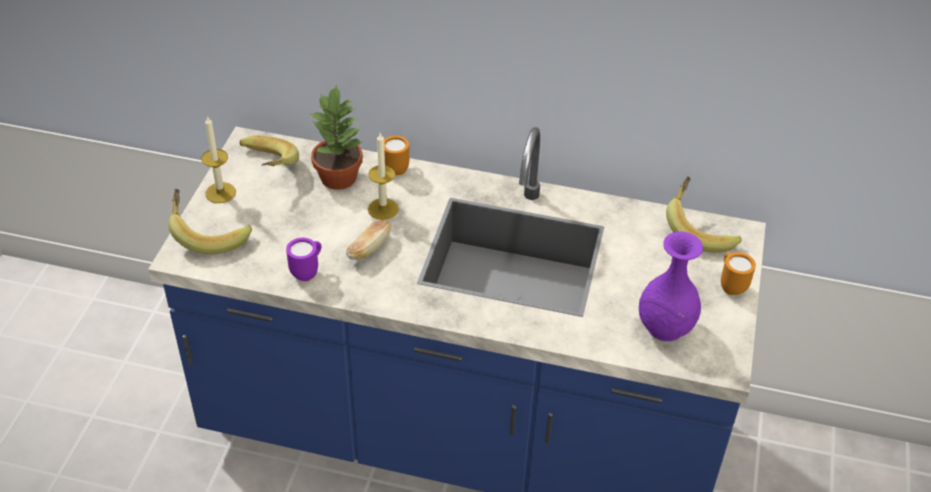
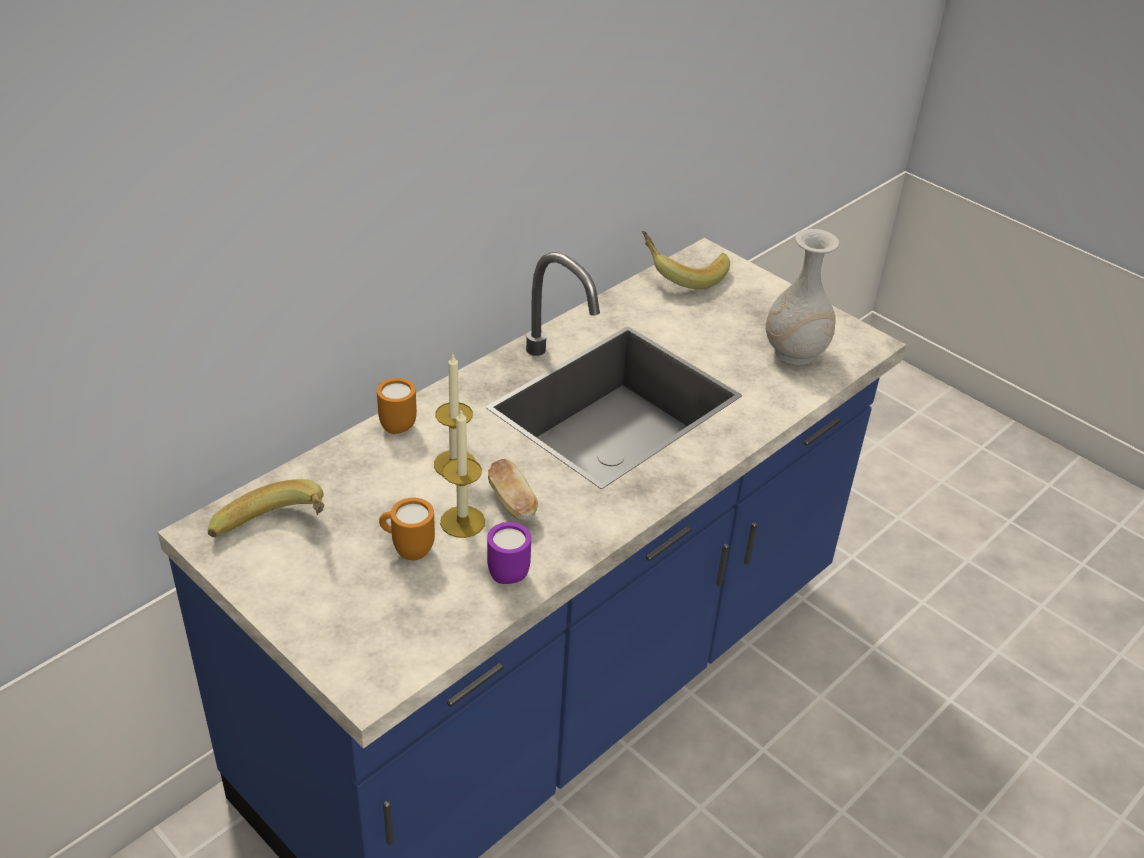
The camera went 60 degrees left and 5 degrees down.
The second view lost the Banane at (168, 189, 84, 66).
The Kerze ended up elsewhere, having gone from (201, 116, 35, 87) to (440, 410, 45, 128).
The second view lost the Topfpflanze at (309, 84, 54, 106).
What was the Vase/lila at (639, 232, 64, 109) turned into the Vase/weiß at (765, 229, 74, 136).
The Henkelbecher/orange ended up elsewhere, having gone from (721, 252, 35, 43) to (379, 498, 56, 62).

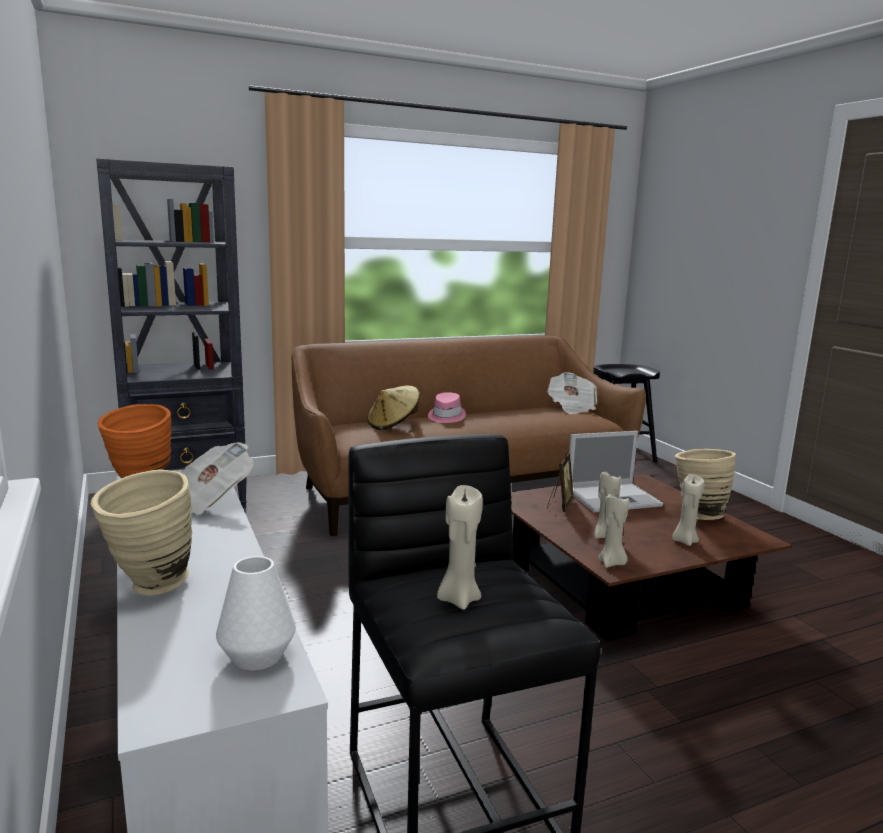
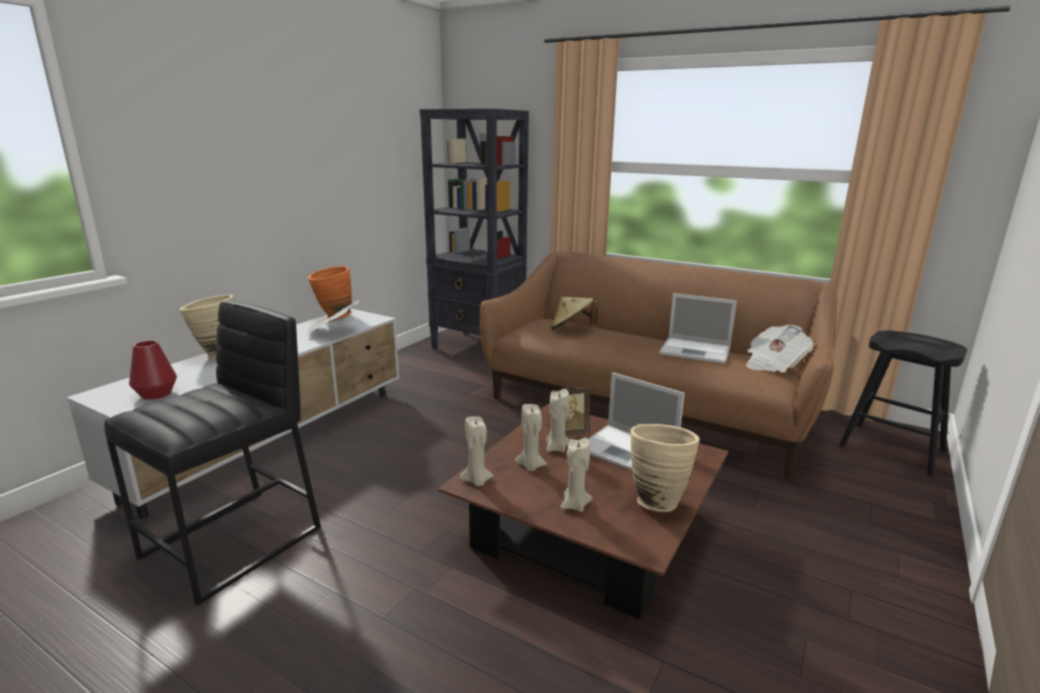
The camera went 55 degrees right and 5 degrees up.
What was the Vase/weiß at (216, 556, 80, 115) turned into the Vase/rot at (129, 340, 48, 60).
The second view lost the Hut/rosa at (428, 393, 38, 30).
The Kerze/beige ended up elsewhere, having gone from (437, 485, 46, 125) to (546, 389, 24, 63).
The second view gained the Laptop at (659, 293, 78, 71).

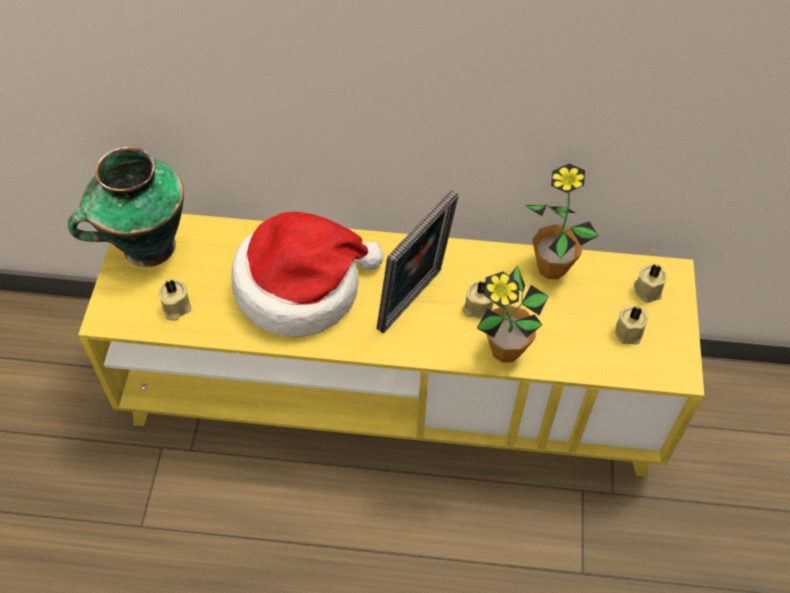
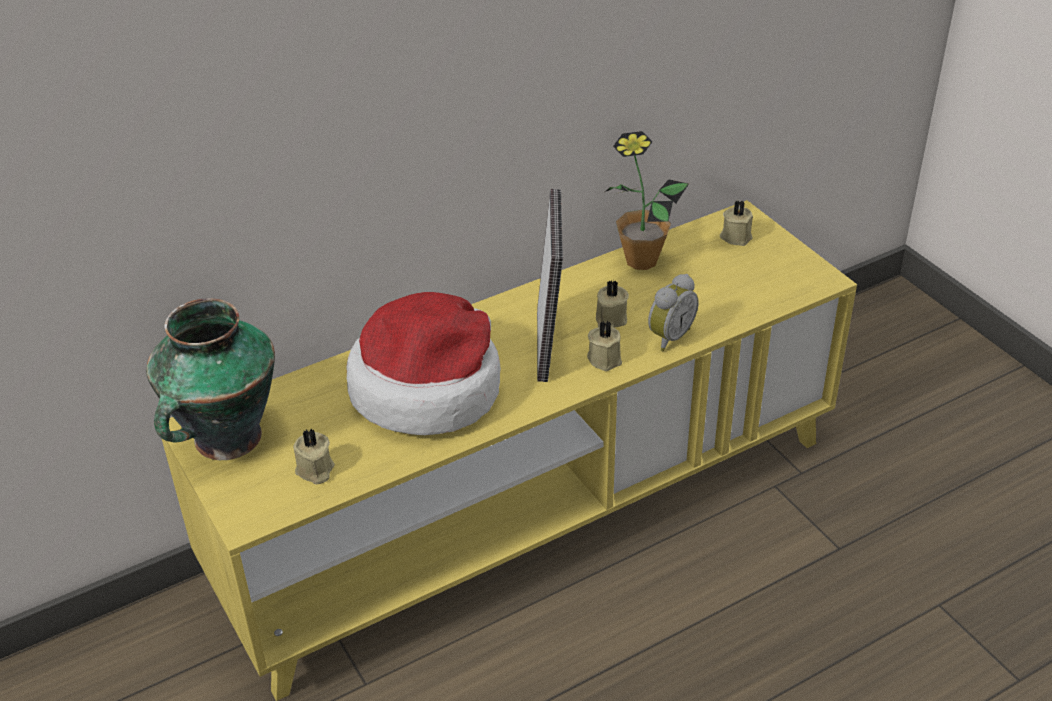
The camera went 35 degrees left and 15 degrees down.
Where the Topfpflanze stood at (477, 265, 72, 98), the Wecker came to stand at (648, 274, 50, 77).
The Kerze/beige ended up elsewhere, having gone from (615, 306, 33, 39) to (587, 321, 35, 50).

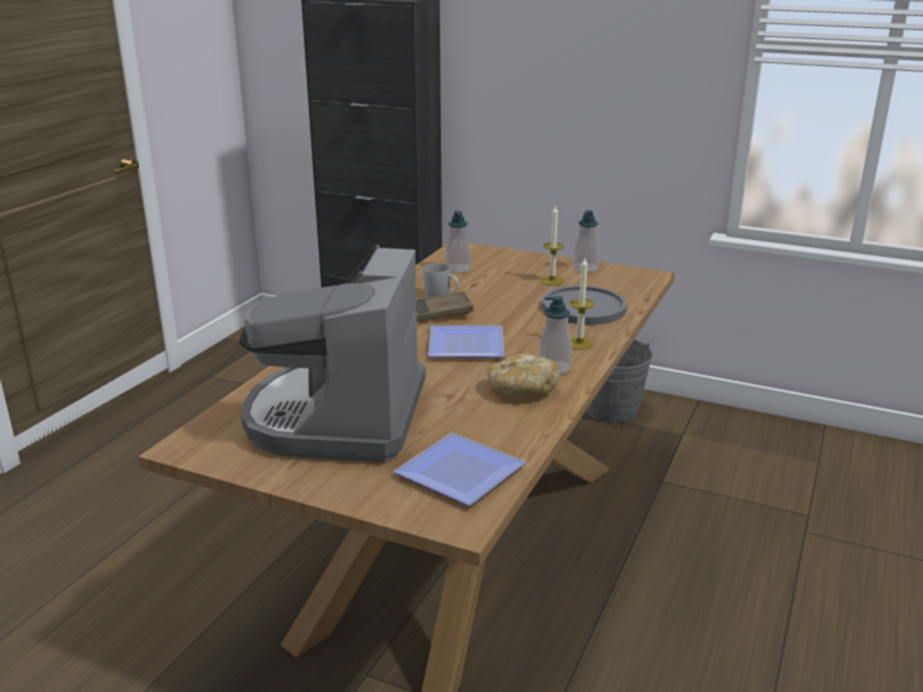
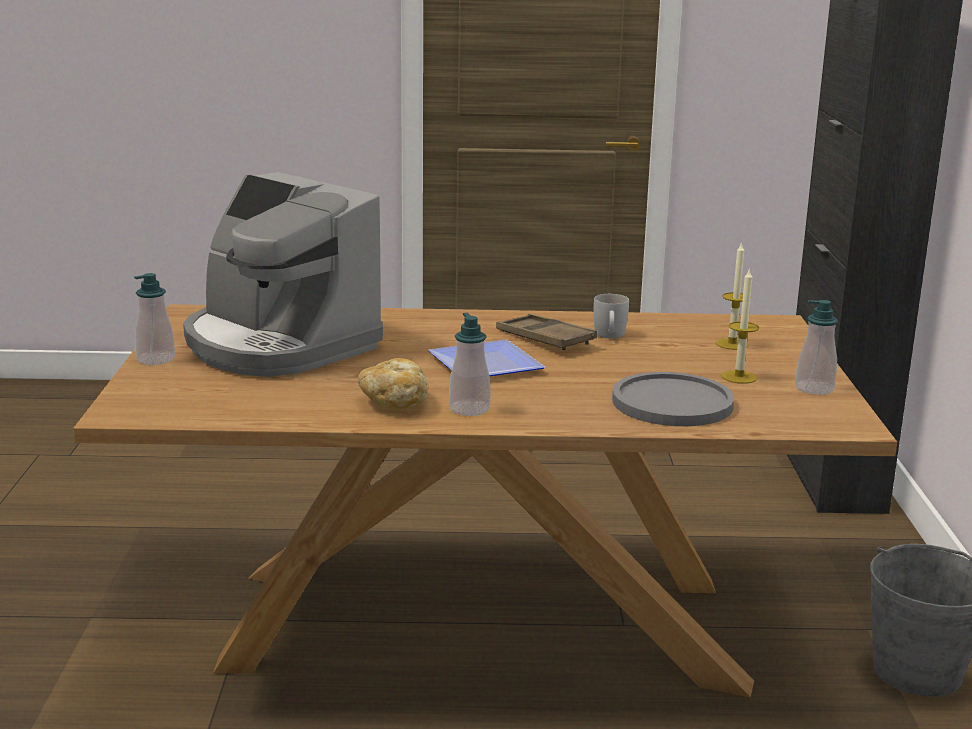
The camera went 65 degrees right and 5 degrees down.
The Kaffeemaschine at (239, 245, 187, 217) ended up facing another way, 120 degrees counterclockwise from before.
The second view lost the Teller at (393, 433, 133, 73).
The Seifenspender ended up elsewhere, having gone from (445, 211, 26, 62) to (134, 273, 41, 92).
The Kerze ended up elsewhere, having gone from (570, 258, 24, 92) to (716, 242, 35, 108).

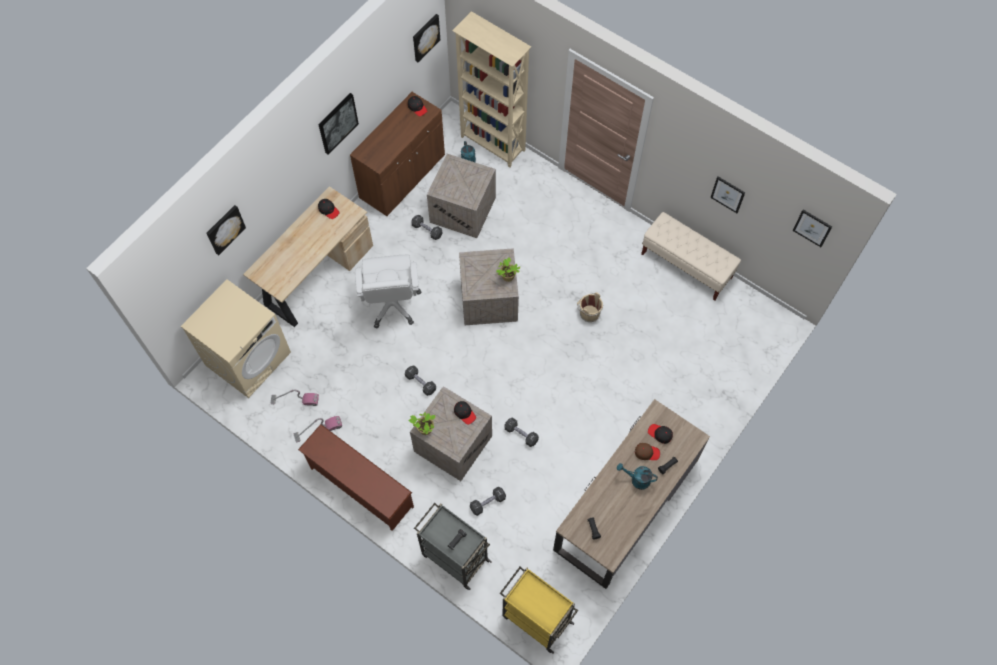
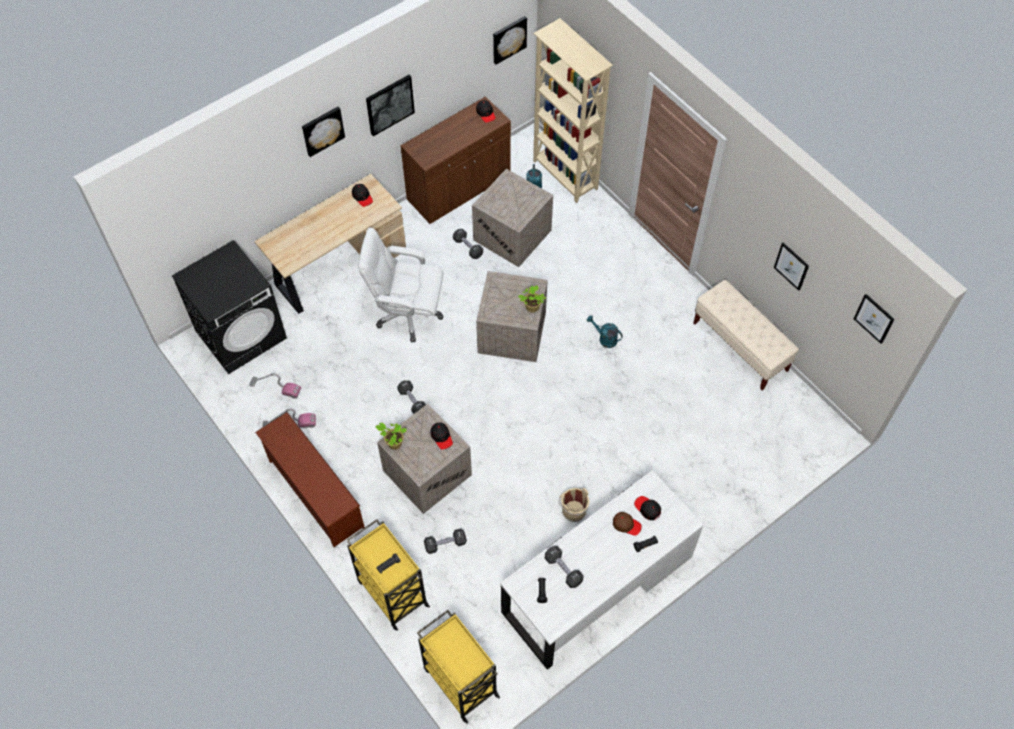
The camera went 15 degrees right and 5 degrees down.
What was the Waschmaschine/beige at (181, 279, 110, 119) turned into the Waschmaschine/schwarz at (172, 240, 115, 134).
The Bild ended up elsewhere, having gone from (206, 205, 40, 50) to (302, 107, 43, 50).
The Bürostuhl/weiß at (355, 254, 66, 74) ended up facing another way, 90 degrees clockwise from before.
What was the Rollwagen/grau at (414, 503, 78, 87) turned into the Rollwagen/gelb at (347, 519, 83, 112).
The Hantel/schwarz ended up elsewhere, having gone from (504, 418, 35, 29) to (545, 546, 39, 42).
What was the Schreibtisch/braun at (553, 399, 157, 190) turned into the Schreibtisch/weiß at (500, 470, 203, 200).
The Eimer/beige ended up elsewhere, having gone from (577, 292, 26, 30) to (558, 488, 32, 34).
The Gießkanne/türkis ended up elsewhere, having gone from (617, 463, 41, 27) to (586, 315, 37, 33).

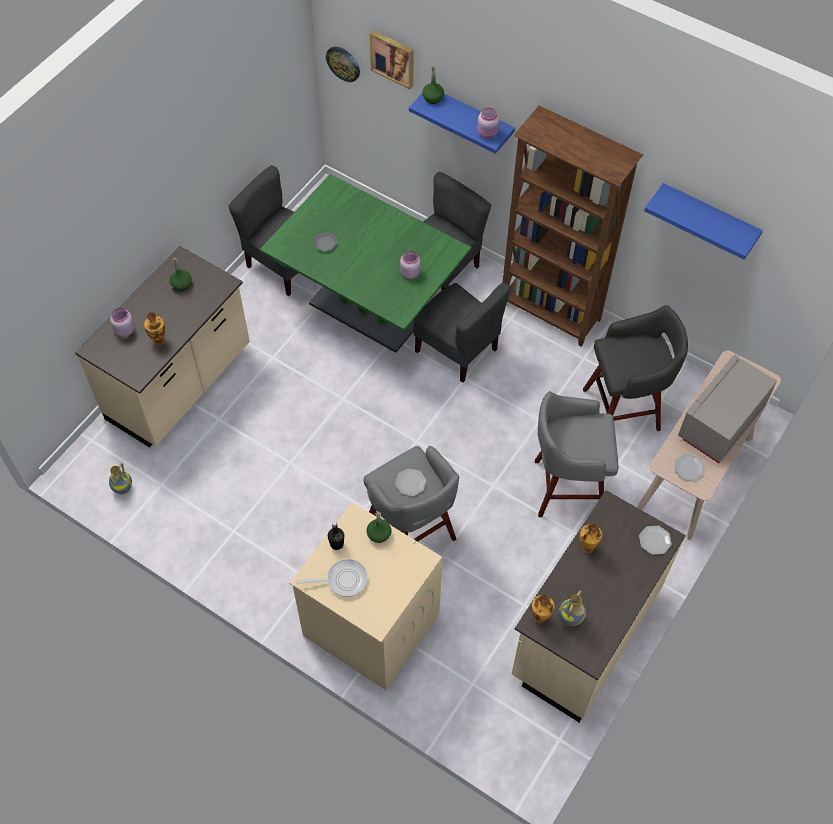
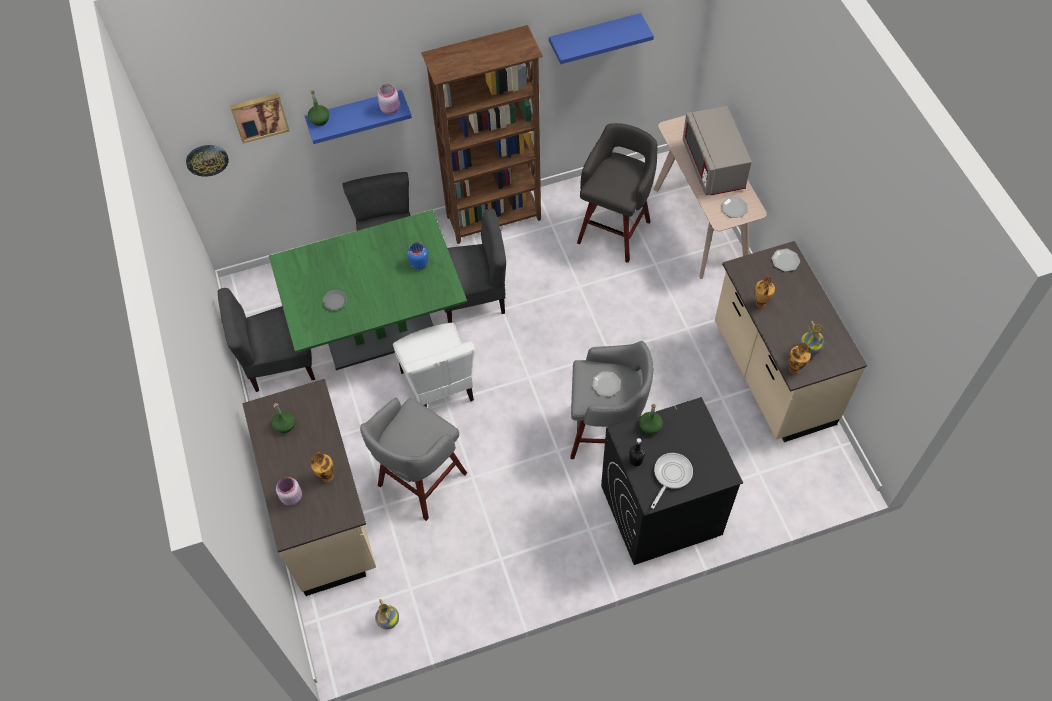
The camera went 50 degrees left and 0 degrees up.
What was the Waschmaschine/beige at (289, 502, 154, 188) turned into the Waschmaschine/schwarz at (601, 397, 142, 168).
What was the Vorratsglas/rosa at (400, 251, 20, 28) turned into the Vorratsglas/blau at (407, 242, 21, 27).
The Hocker/grau ended up elsewhere, having gone from (535, 391, 84, 126) to (360, 398, 107, 123).
The second view gained the Stuhl/weiß at (393, 323, 82, 84).

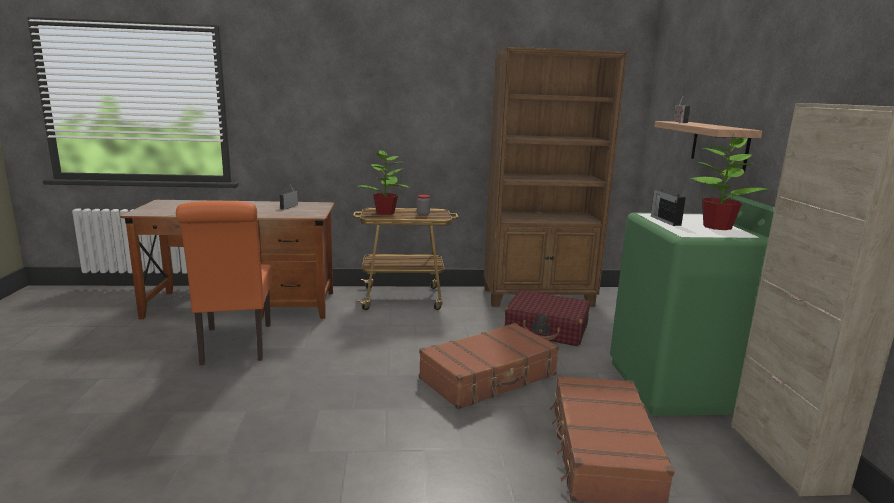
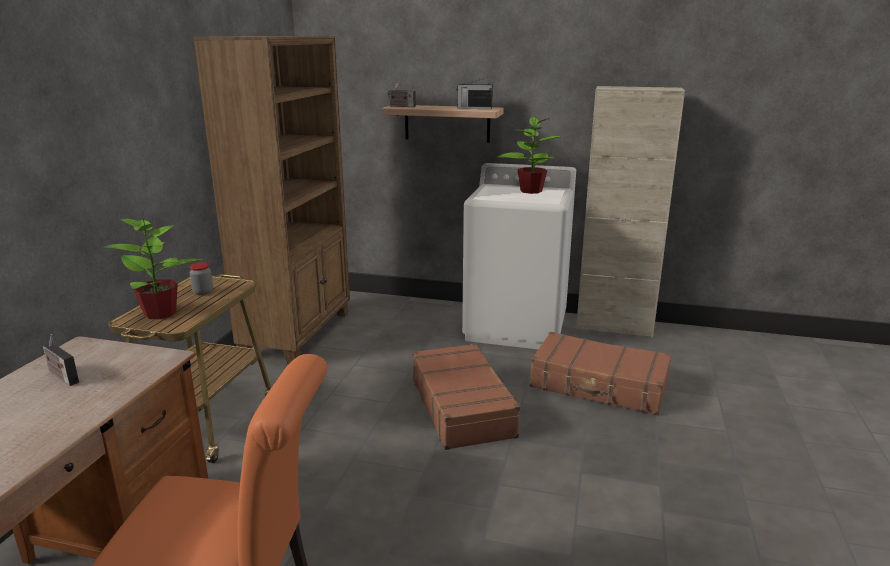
The camera went 70 degrees left and 5 degrees up.
The second view lost the Koffer/rot at (504, 290, 86, 56).
What was the Waschmaschine/grün at (610, 194, 165, 222) turned into the Waschmaschine/weiß at (462, 163, 114, 186).
The Radio ended up elsewhere, having gone from (651, 188, 35, 38) to (456, 79, 37, 30).

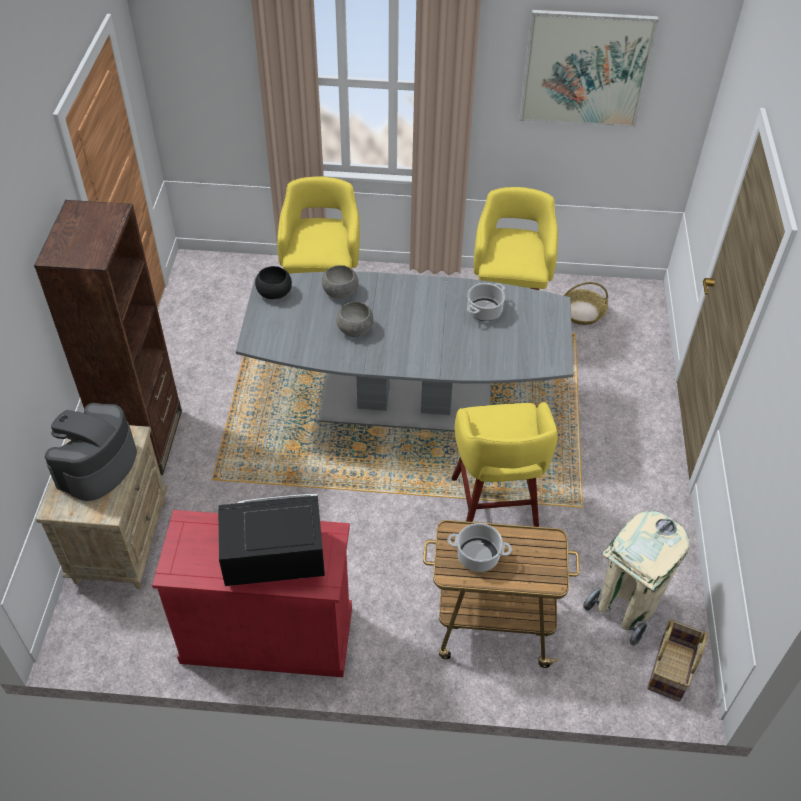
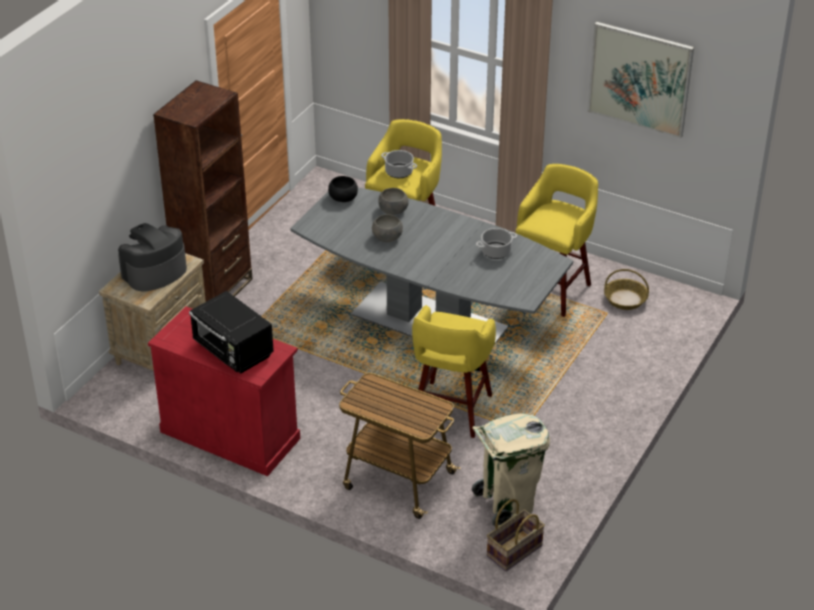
The camera went 25 degrees right and 10 degrees down.
The Mikrowelle/schwarz at (218, 494, 107, 92) ended up facing another way, 150 degrees counterclockwise from before.
The Kochtopf ended up elsewhere, having gone from (448, 523, 64, 49) to (381, 150, 36, 28).

